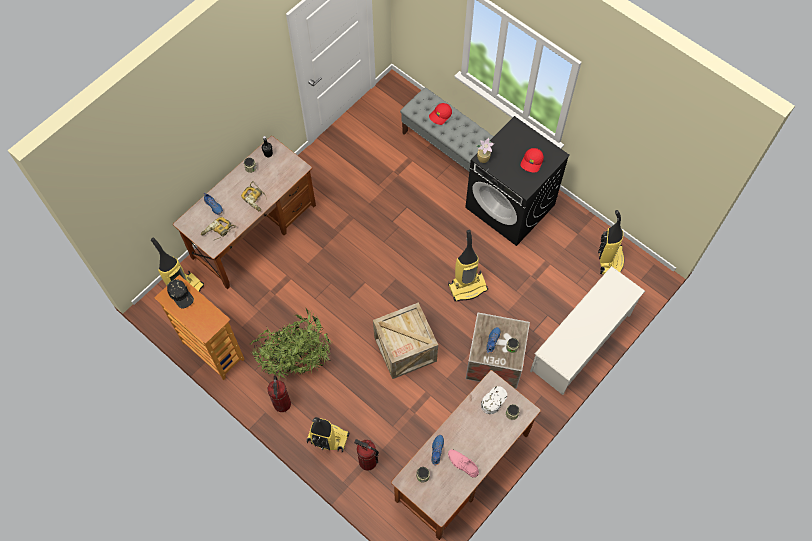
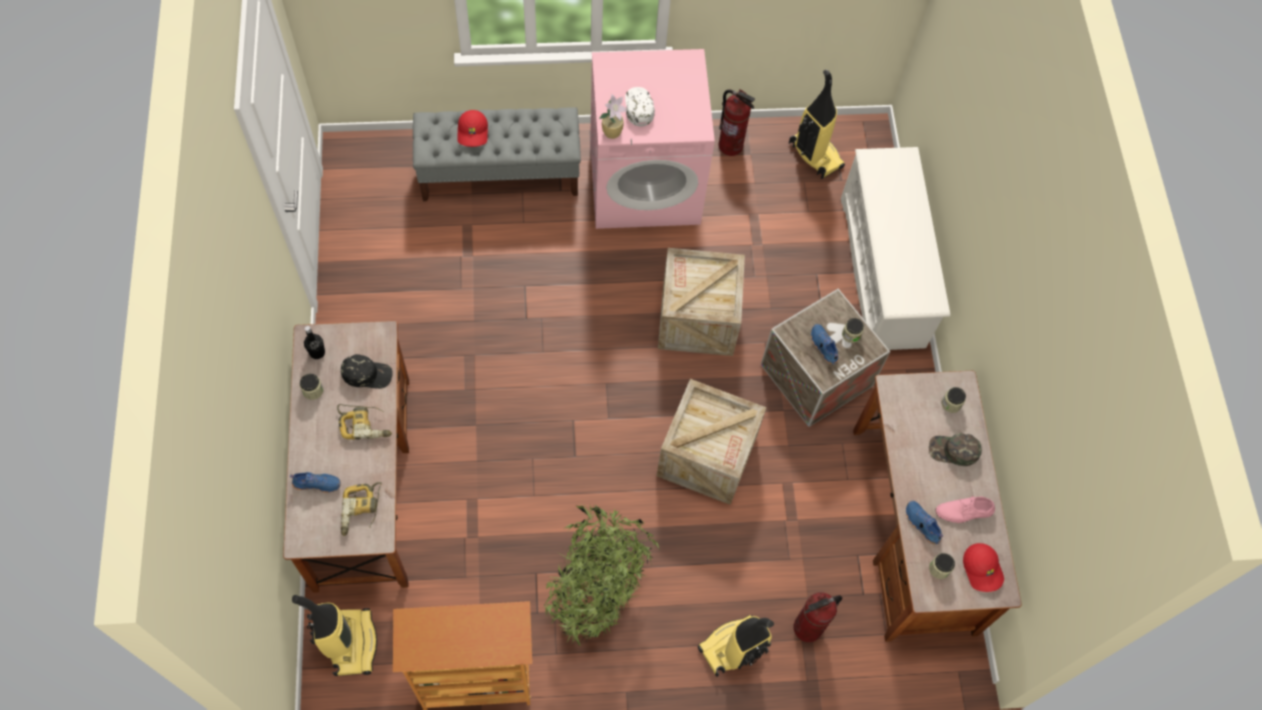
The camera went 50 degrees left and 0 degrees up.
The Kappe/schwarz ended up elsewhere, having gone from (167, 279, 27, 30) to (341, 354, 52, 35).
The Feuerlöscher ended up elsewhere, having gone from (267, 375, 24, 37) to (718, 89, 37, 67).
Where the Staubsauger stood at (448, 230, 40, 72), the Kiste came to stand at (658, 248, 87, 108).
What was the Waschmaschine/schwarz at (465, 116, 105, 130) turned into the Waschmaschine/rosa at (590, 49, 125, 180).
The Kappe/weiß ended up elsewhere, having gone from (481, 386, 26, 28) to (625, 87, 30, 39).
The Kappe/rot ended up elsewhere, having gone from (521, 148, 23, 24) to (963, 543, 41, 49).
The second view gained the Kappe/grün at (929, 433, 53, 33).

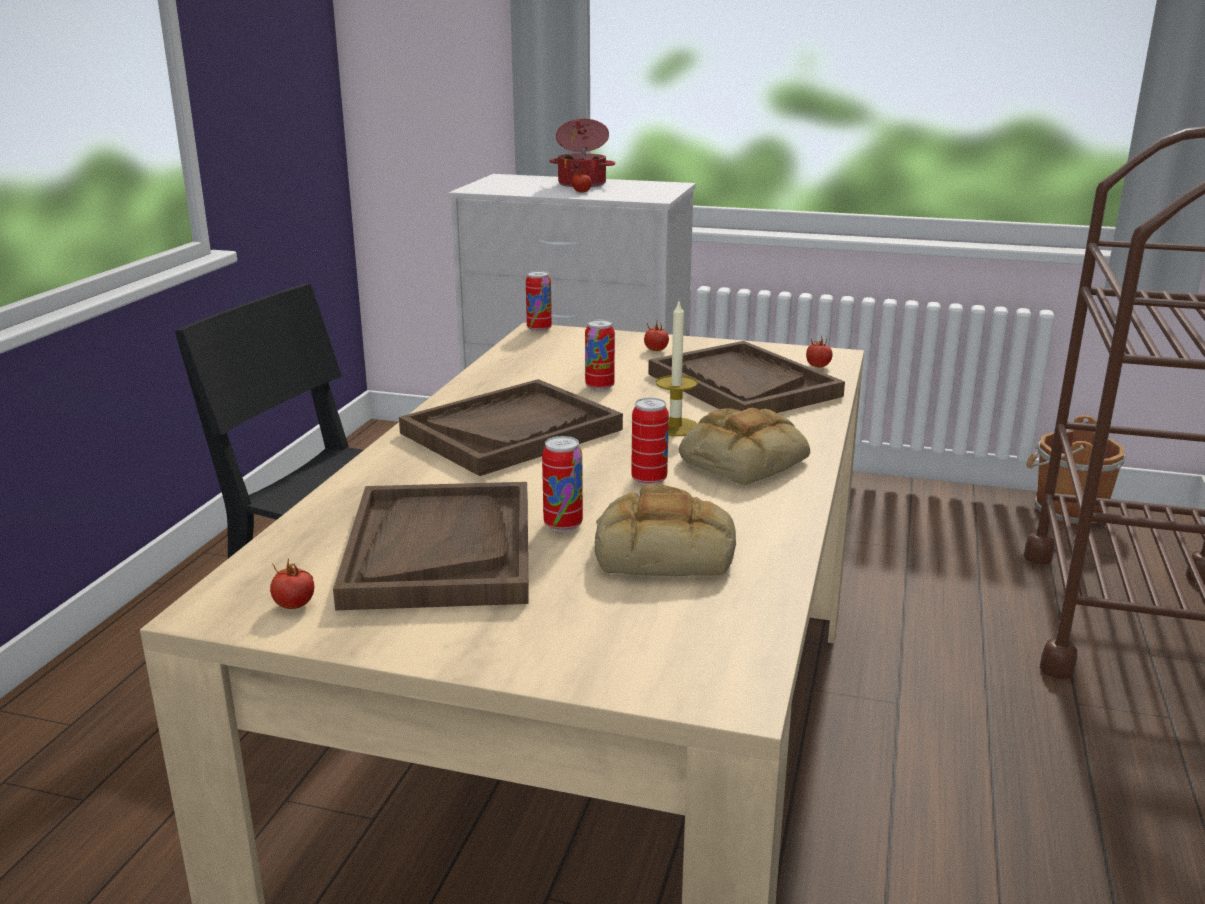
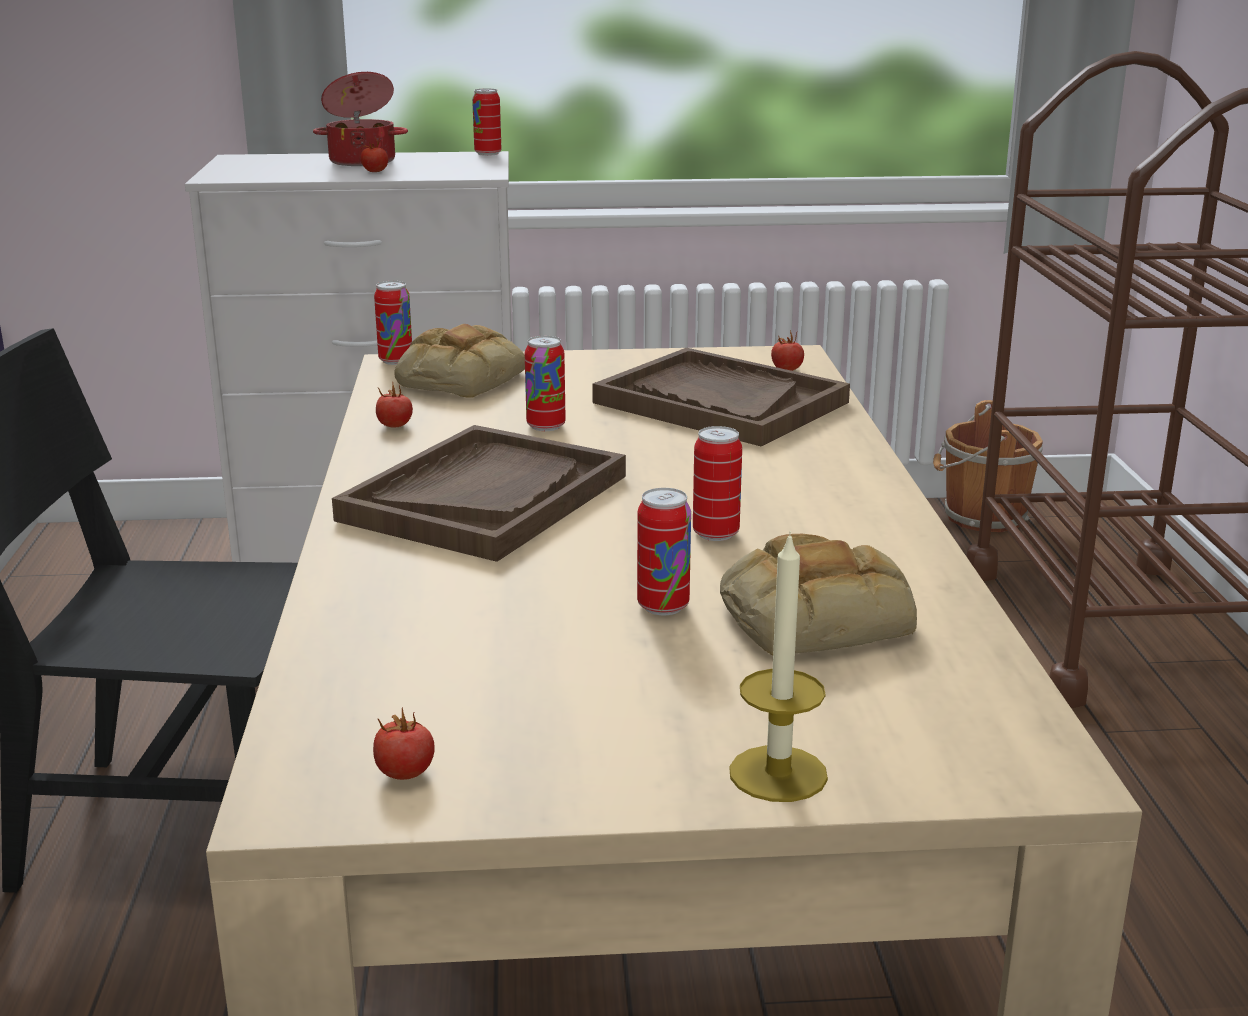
The camera went 20 degrees left and 0 degrees up.
The second view lost the Tablett/braun at (333, 482, 196, 128).
The Tomate ended up elsewhere, having gone from (644, 322, 25, 29) to (376, 383, 37, 45).
The Kerze ended up elsewhere, having gone from (656, 302, 42, 134) to (729, 531, 99, 271).
The Brot ended up elsewhere, having gone from (679, 408, 131, 77) to (395, 324, 130, 74).
The second view gained the Dose at (472, 88, 29, 68).

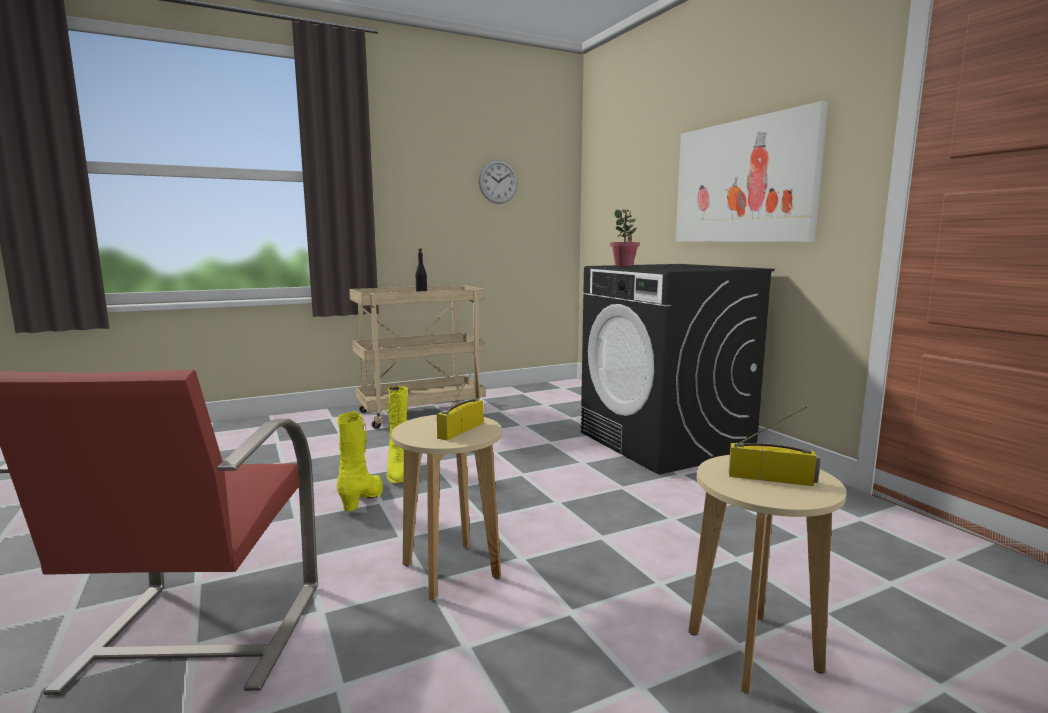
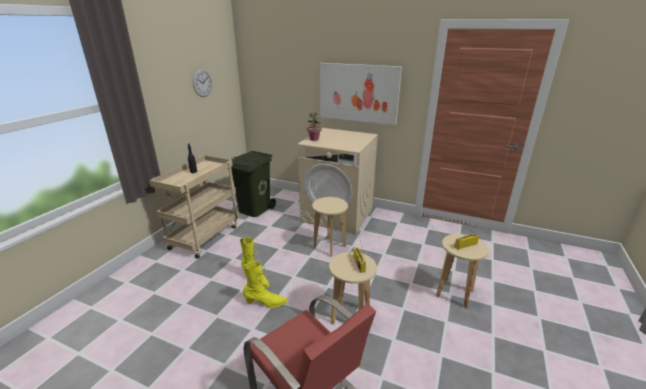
The camera went 40 degrees left and 15 degrees up.
The Stiefel/gelb at (337, 411, 46, 100) ended up facing another way, 120 degrees clockwise from before.
What was the Waschmaschine/schwarz at (581, 264, 194, 211) turned into the Waschmaschine/beige at (298, 128, 80, 106).
The second view gained the Mülleimer/grün at (231, 151, 45, 66).
The second view gained the Hocker/beige at (312, 197, 36, 60).

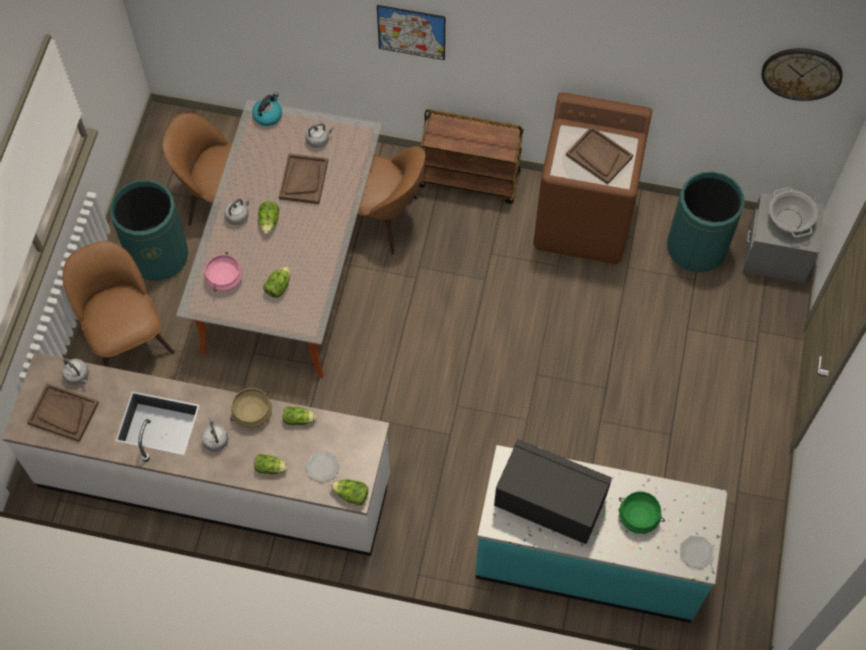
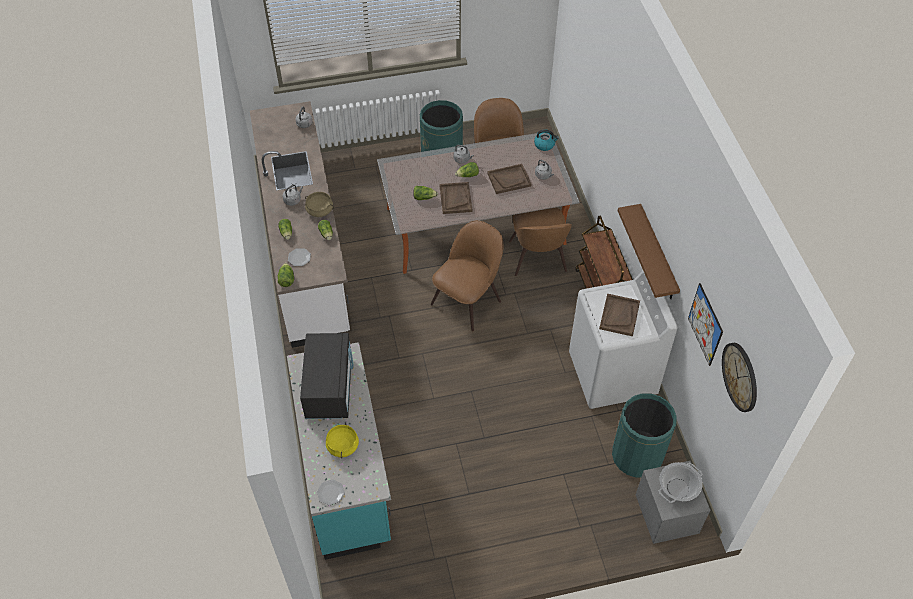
The camera went 65 degrees right and 10 degrees down.
The Tablett/braun ended up elsewhere, having gone from (27, 384, 72, 58) to (439, 182, 33, 32).
The Stuhl/braun ended up elsewhere, having gone from (62, 241, 113, 126) to (431, 220, 73, 112).
The second view lost the Kochtopf/rosa at (204, 252, 39, 40).
The Bild ended up elsewhere, having gone from (377, 5, 68, 55) to (688, 283, 35, 83).
What was the Waschmaschine/braun at (533, 92, 120, 172) turned into the Waschmaschine/weiß at (569, 271, 108, 138).
What was the Kochtopf/grün at (619, 491, 46, 43) turned into the Kochtopf/gelb at (326, 423, 33, 35).
The second view gained the Wandregal/braun at (618, 204, 62, 95).

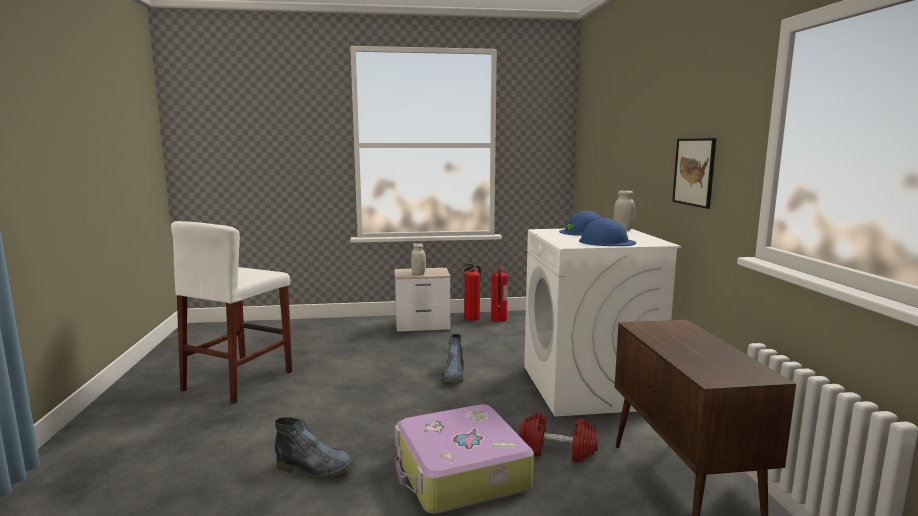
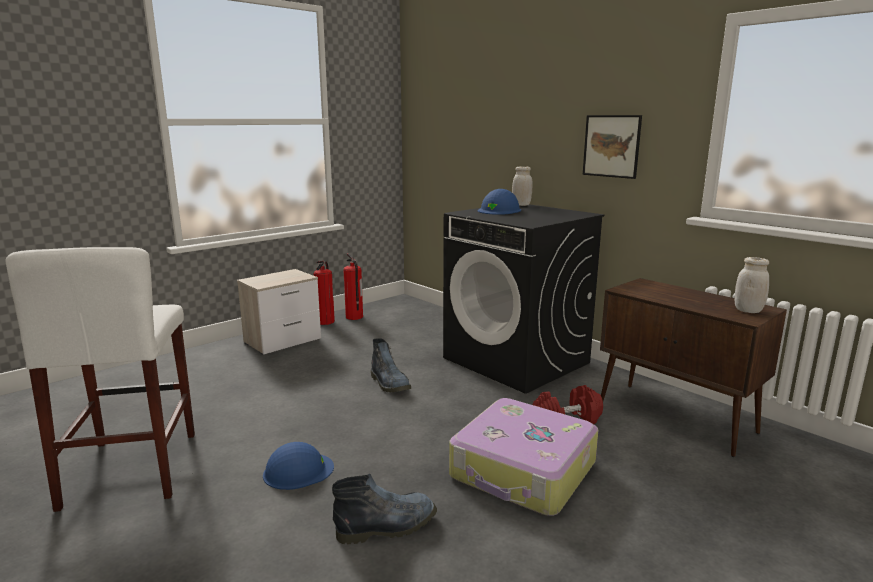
The camera went 35 degrees left and 5 degrees up.
The Vorratsglas/weiß ended up elsewhere, having gone from (411, 243, 15, 32) to (735, 257, 34, 56).
What was the Waschmaschine/weiß at (524, 229, 157, 187) turned into the Waschmaschine/schwarz at (443, 204, 161, 190).
The Schutzhelm/blau ended up elsewhere, having gone from (579, 218, 57, 28) to (263, 442, 71, 48).

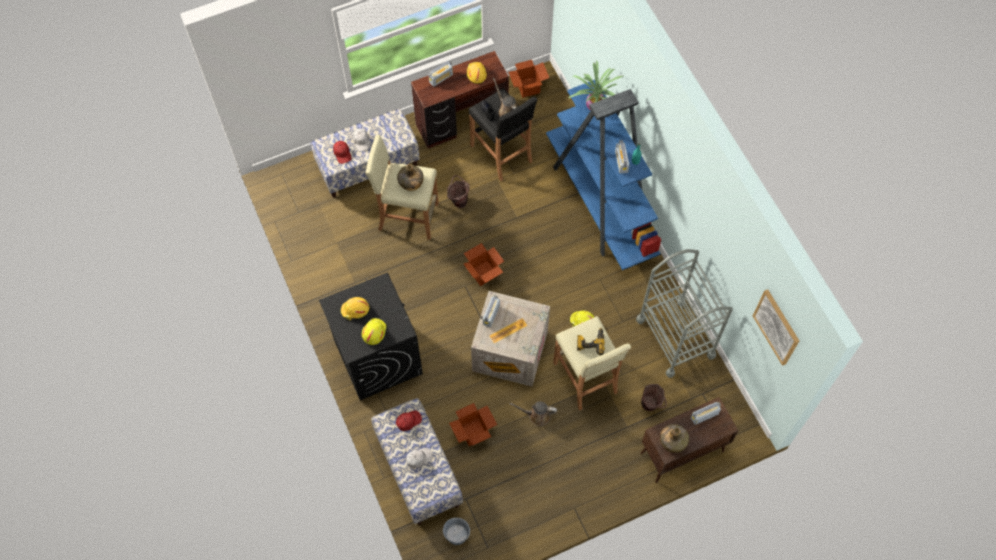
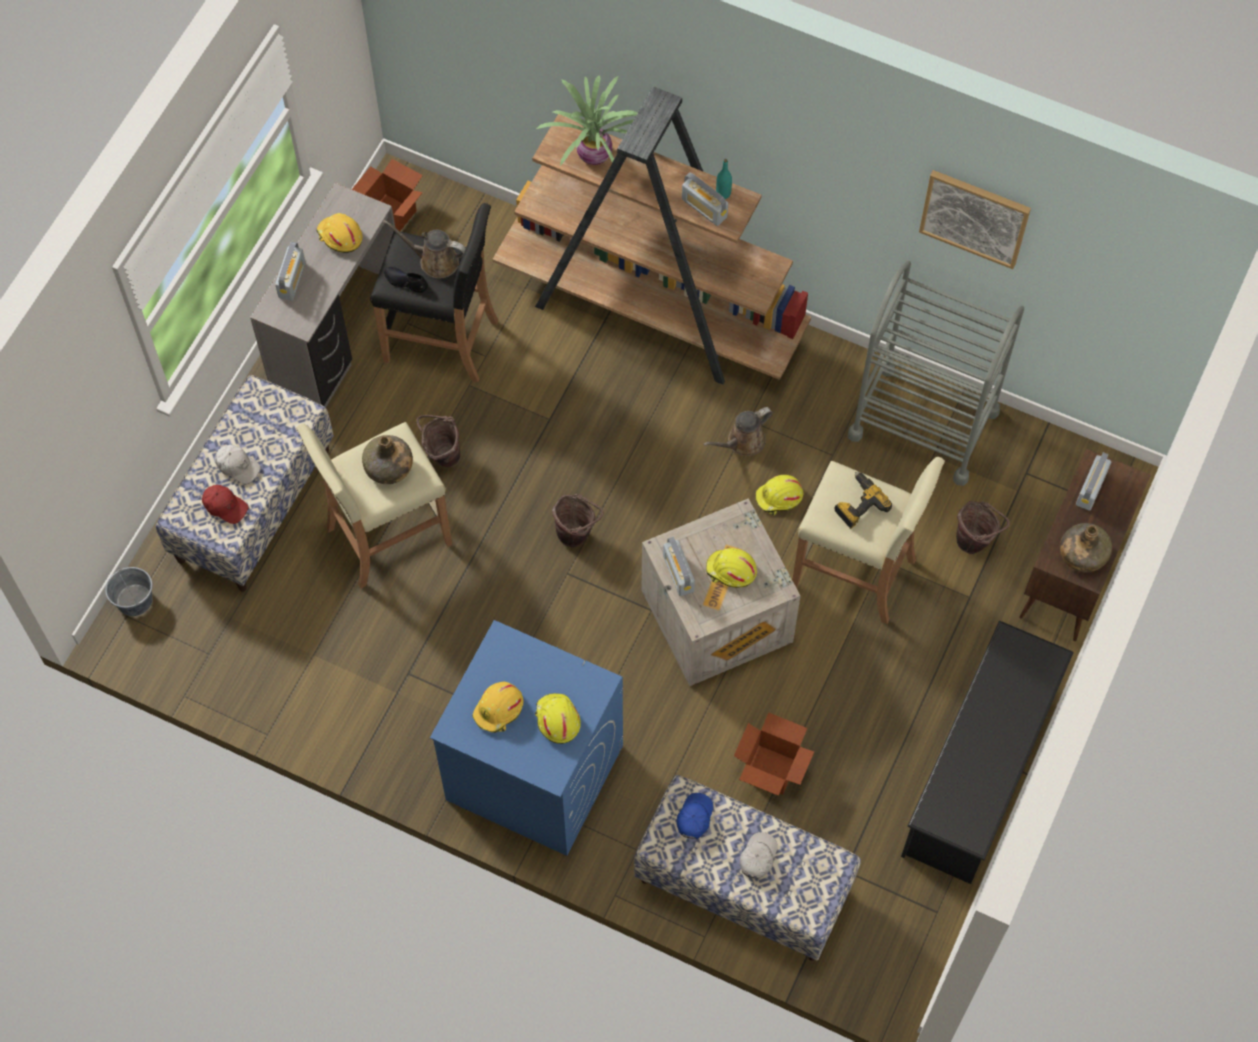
The camera went 40 degrees left and 0 degrees up.
What was the Waschmaschine/schwarz at (319, 273, 104, 127) turned into the Waschmaschine/blau at (430, 620, 193, 236).
What was the Kappe/rot at (396, 411, 26, 20) turned into the Kappe/blau at (677, 793, 36, 46).
What was the Schreibtisch/braun at (411, 51, 98, 97) turned into the Schreibtisch/grau at (250, 183, 145, 224).
The Eimer/grau ended up elsewhere, having gone from (443, 518, 27, 27) to (105, 567, 48, 49).
Where the Karton stood at (463, 243, 41, 43), the Eimer/braun came to stand at (552, 494, 52, 53).
The Gießkanne/braun ended up elsewhere, having gone from (509, 401, 48, 25) to (703, 407, 70, 49).
What was the Bücherregal/blau at (546, 80, 115, 190) turned into the Bücherregal/braun at (492, 86, 319, 299).
The Bild ended up elsewhere, having gone from (753, 289, 46, 77) to (919, 170, 112, 99).
The second view gained the Schutzhelm/gelb at (706, 548, 51, 40).
The second view gained the Schuhregal/schwarz at (901, 620, 173, 264).

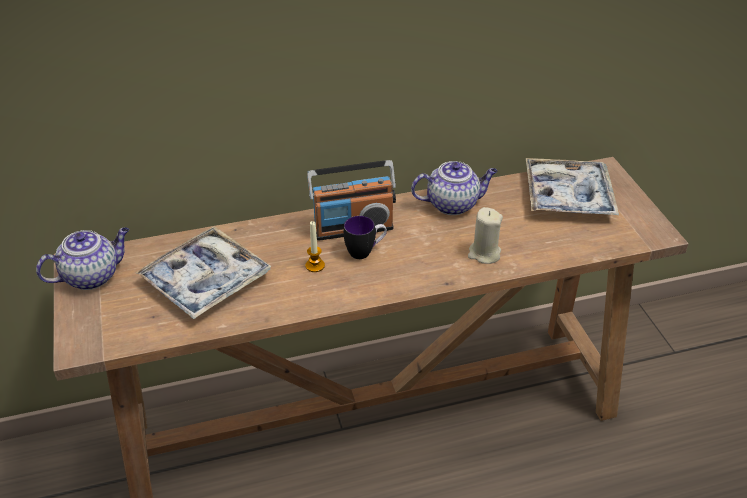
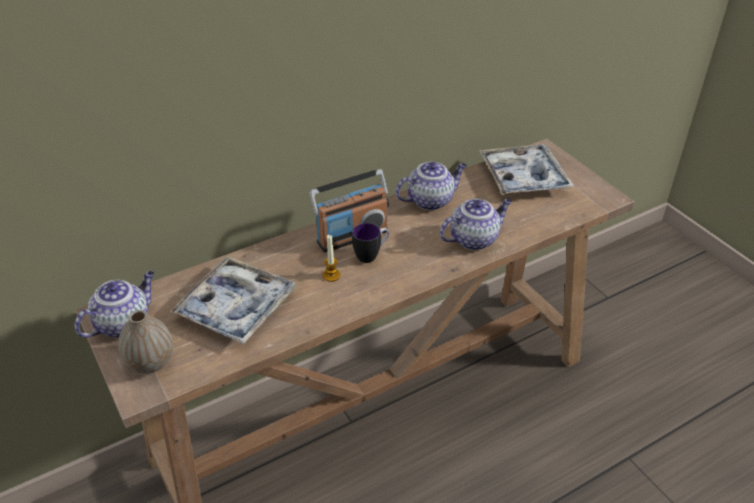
The camera went 15 degrees left and 0 degrees up.
Where the Kerze/beige stood at (468, 207, 35, 57), the Teekanne came to stand at (439, 198, 73, 52).
The second view gained the Vase at (118, 310, 55, 64).

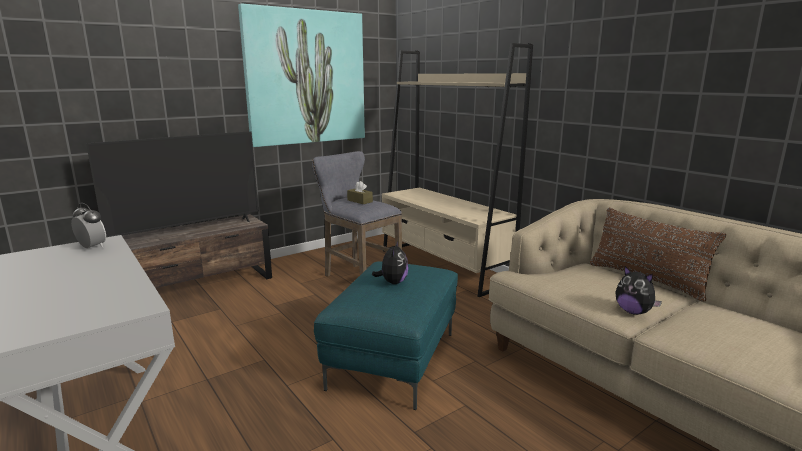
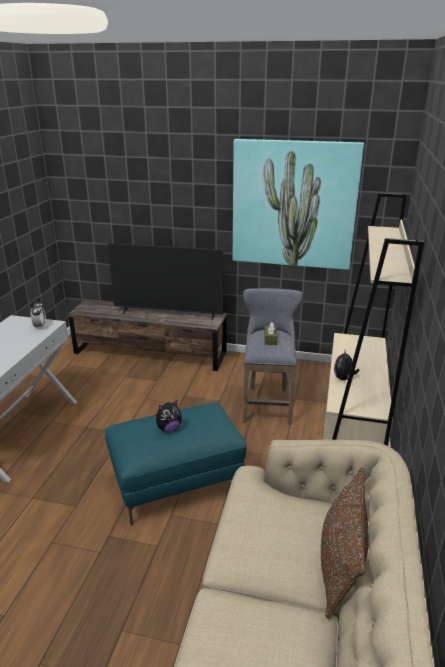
The camera went 50 degrees right and 10 degrees up.
The Plüschtier ended up elsewhere, having gone from (615, 266, 47, 49) to (334, 351, 25, 29).

